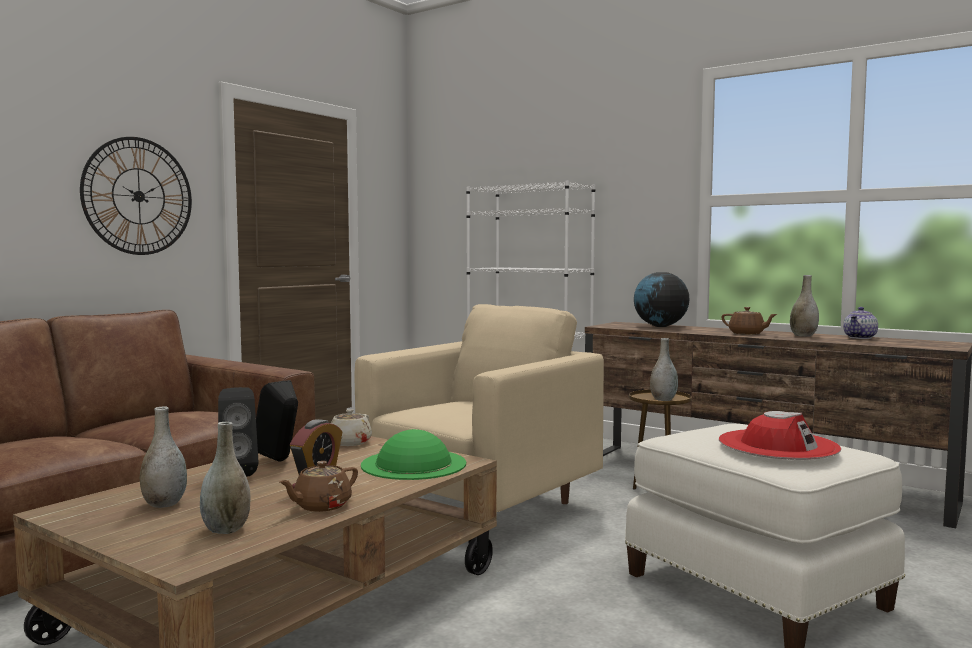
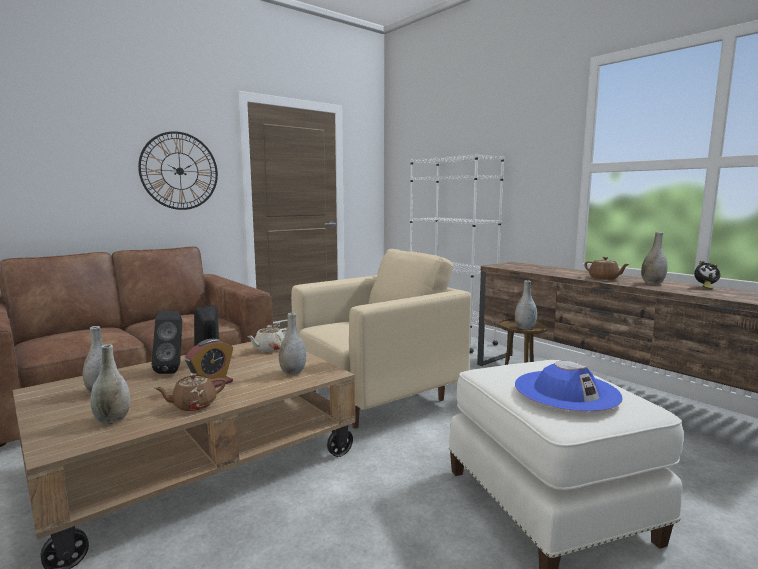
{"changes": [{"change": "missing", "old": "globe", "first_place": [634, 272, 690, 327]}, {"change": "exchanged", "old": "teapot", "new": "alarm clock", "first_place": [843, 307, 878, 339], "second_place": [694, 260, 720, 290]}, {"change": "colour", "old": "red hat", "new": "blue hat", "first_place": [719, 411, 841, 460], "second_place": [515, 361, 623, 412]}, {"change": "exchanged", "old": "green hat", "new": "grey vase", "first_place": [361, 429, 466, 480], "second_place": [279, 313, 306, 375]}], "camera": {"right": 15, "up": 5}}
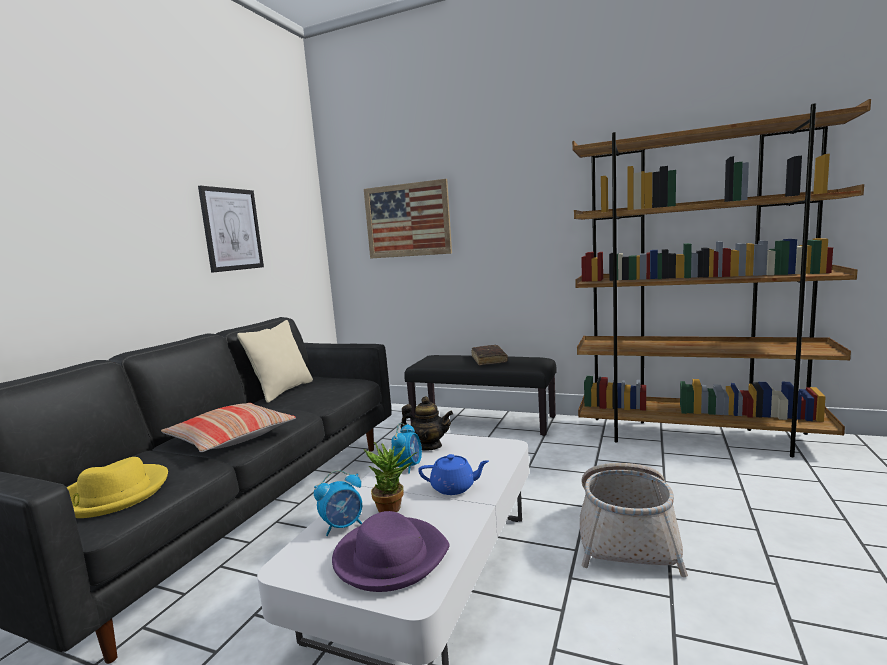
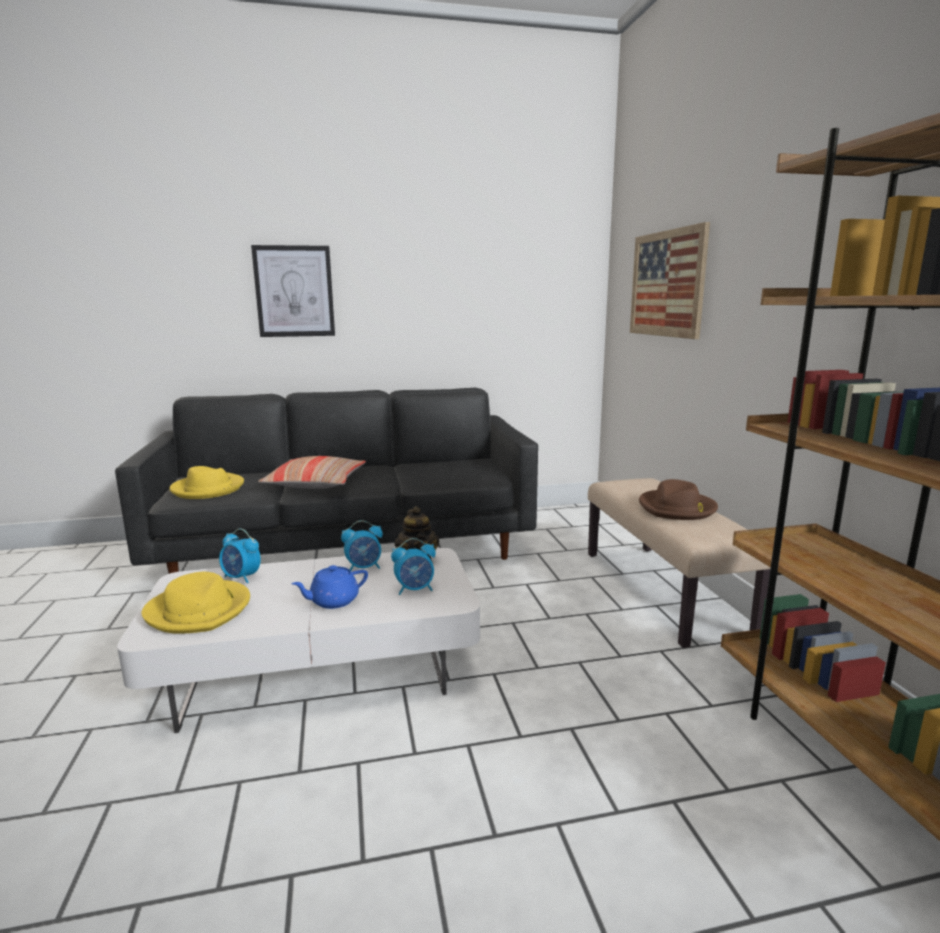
{"changes": [{"change": "relocated", "old": "picture", "first_place": [198, 186, 264, 273], "second_place": [251, 245, 335, 337]}, {"change": "missing", "old": "beige pillow", "first_place": [237, 320, 313, 403]}, {"change": "exchanged", "old": "brown book", "new": "brown hat", "first_place": [471, 345, 508, 365], "second_place": [639, 479, 718, 520]}, {"change": "colour", "old": "black bench", "new": "beige bench", "first_place": [404, 355, 557, 436], "second_place": [588, 478, 771, 648]}, {"change": "missing", "old": "potted plant", "first_place": [364, 442, 417, 513]}, {"change": "spun", "old": "blue teapot", "first_place": [418, 454, 489, 495], "second_place": [291, 565, 368, 609], "degrees": 90}, {"change": "missing", "old": "basket", "first_place": [580, 463, 688, 577]}, {"change": "colour", "old": "purple hat", "new": "yellow hat", "first_place": [332, 511, 450, 592], "second_place": [142, 572, 250, 634]}, {"change": "appeared", "new": "alarm clock", "second_place": [391, 538, 436, 595]}], "camera": {"right": 55, "up": 5}}
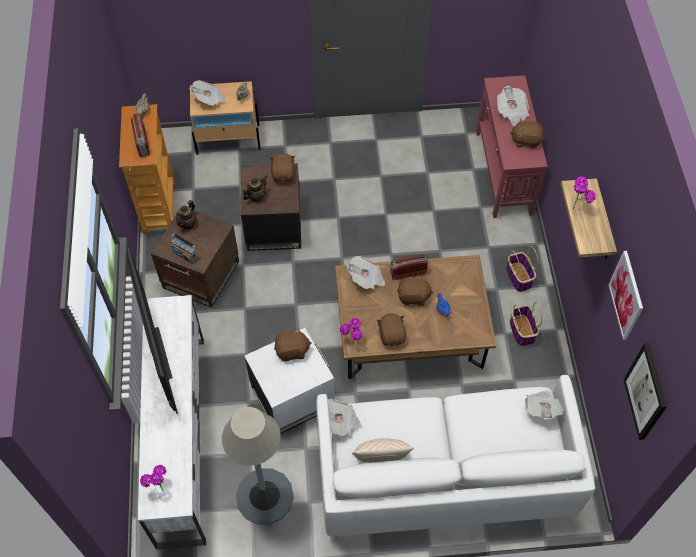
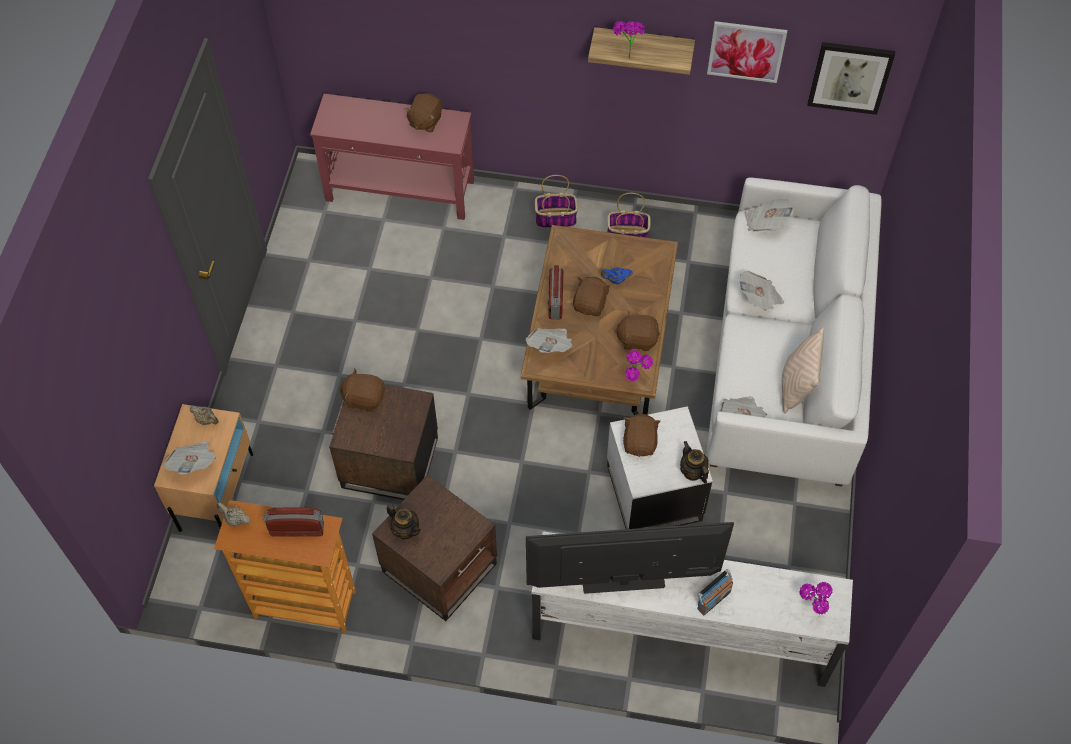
{"changes": [{"change": "relocated", "old": "newspaper", "first_place": [497, 86, 530, 126], "second_place": [737, 271, 784, 310]}, {"change": "relocated", "old": "teapot", "first_place": [243, 175, 267, 201], "second_place": [680, 441, 709, 484]}, {"change": "relocated", "old": "radio", "first_place": [171, 233, 197, 264], "second_place": [697, 569, 733, 615]}, {"change": "missing", "old": "grey floor lamp", "first_place": [222, 407, 294, 525]}], "camera": {"right": -75, "up": 0}}
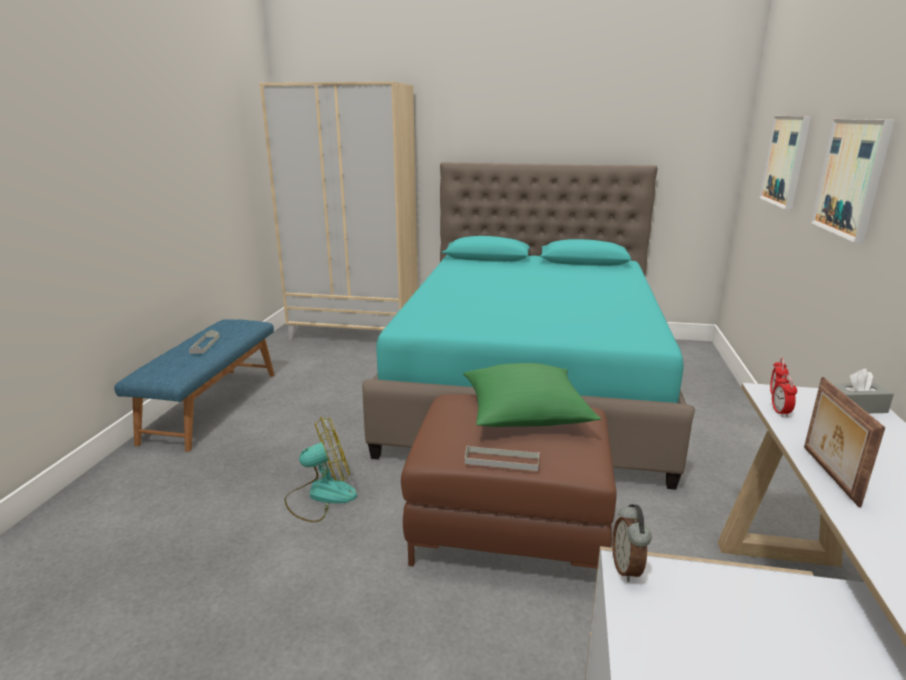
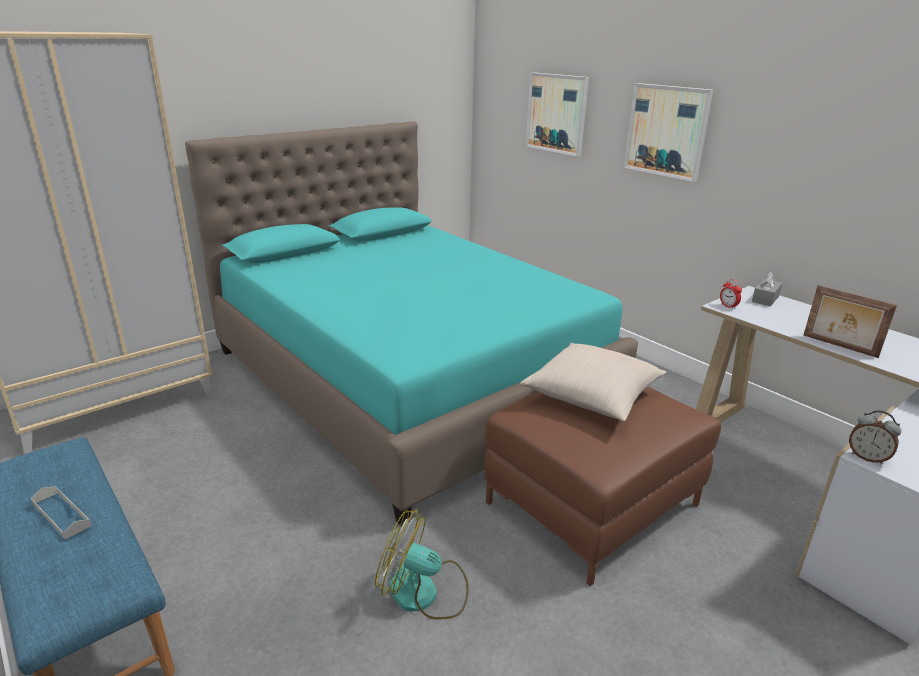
{"changes": [{"change": "colour", "old": "green pillow", "new": "beige pillow", "first_place": [463, 363, 601, 427], "second_place": [520, 343, 666, 421]}, {"change": "missing", "old": "alarm clock", "first_place": [772, 374, 797, 417]}, {"change": "spun", "old": "fan", "first_place": [284, 417, 357, 522], "second_place": [375, 509, 469, 620], "degrees": -90}, {"change": "missing", "old": "grey tray", "first_place": [465, 445, 539, 471]}], "camera": {"right": -50, "up": 5}}
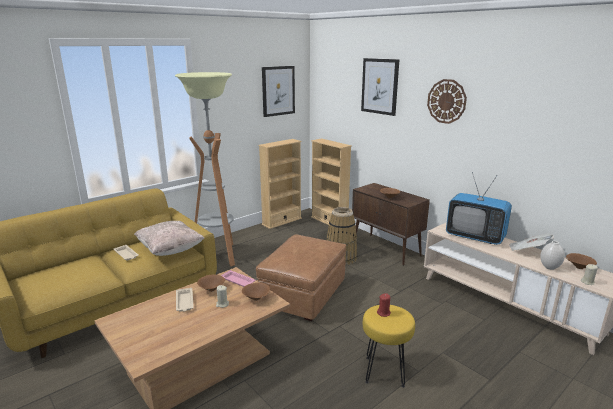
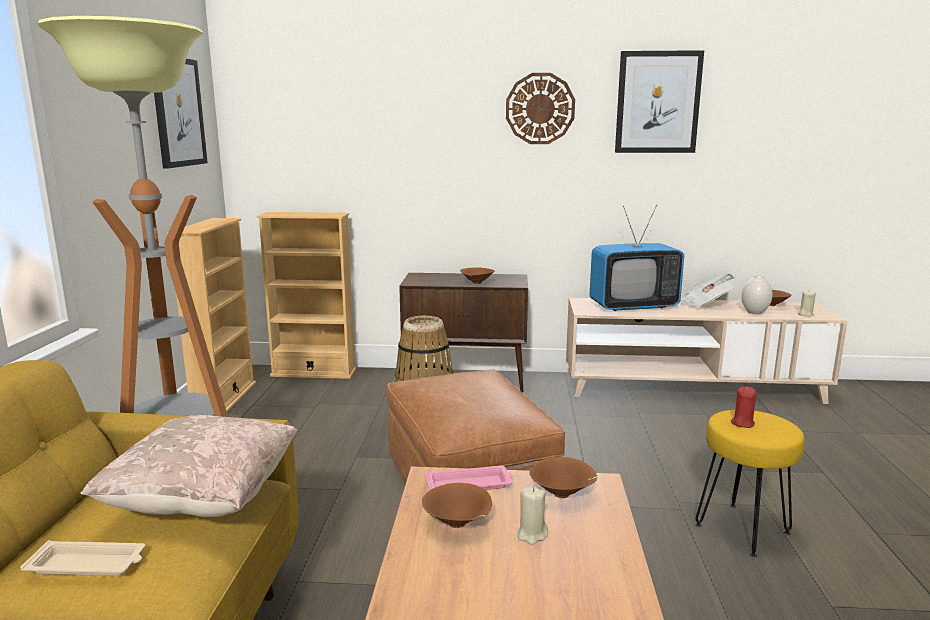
{"changes": [{"change": "relocated", "old": "picture", "first_place": [361, 58, 399, 116], "second_place": [615, 50, 704, 153]}, {"change": "missing", "old": "beige tray", "first_place": [176, 288, 194, 312]}], "camera": {"right": -45, "up": -5}}
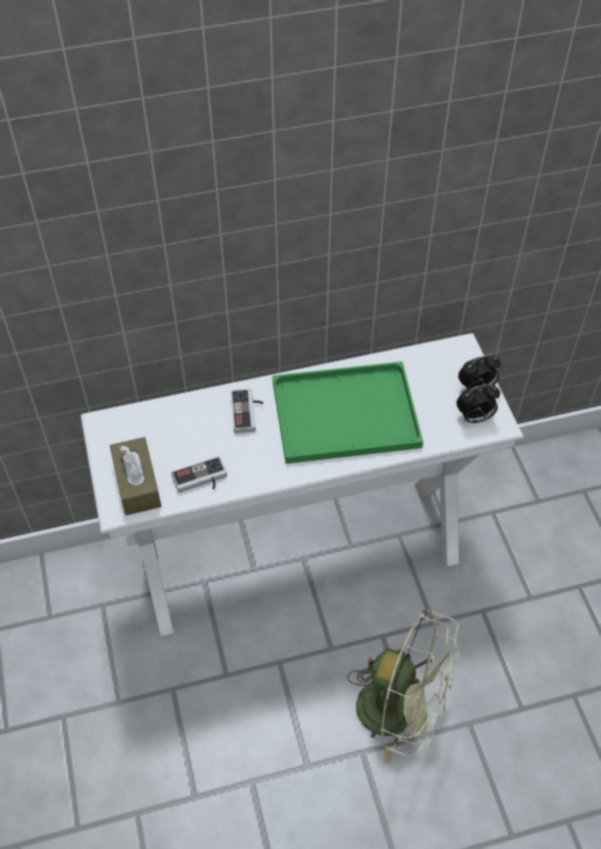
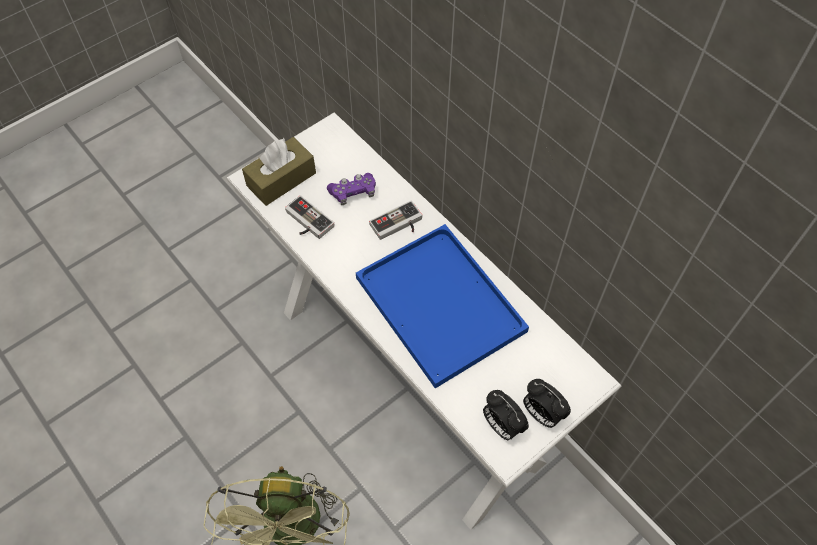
{"changes": [{"change": "colour", "old": "green tray", "new": "blue tray", "first_place": [273, 361, 423, 464], "second_place": [356, 224, 529, 388]}, {"change": "appeared", "new": "purple game controller", "second_place": [327, 173, 376, 205]}], "camera": {"right": 65, "up": 5}}
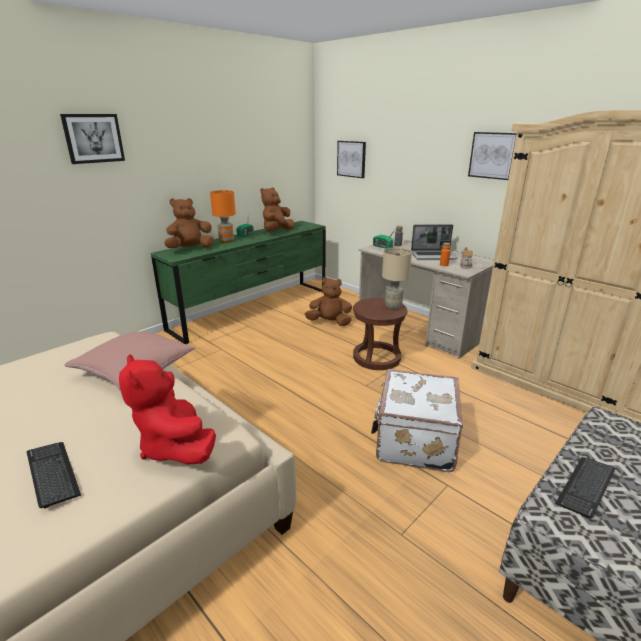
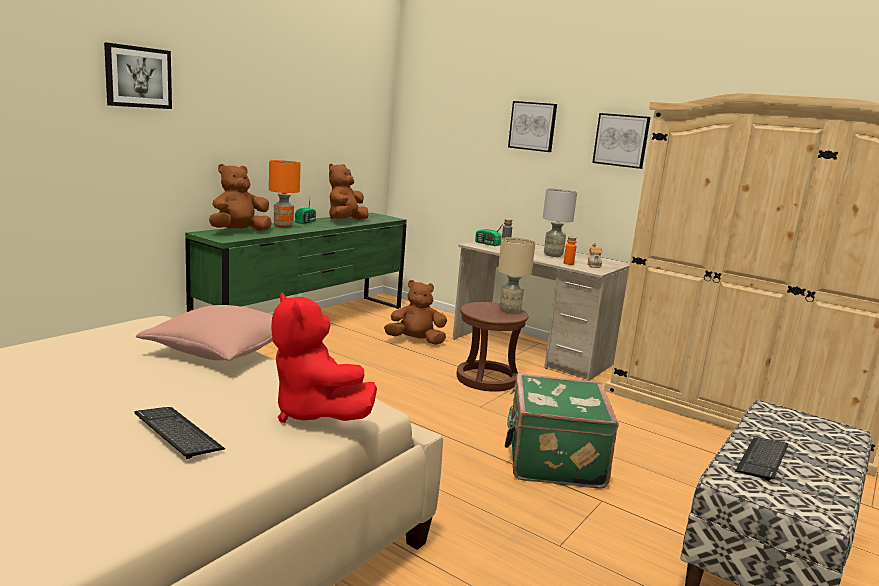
{"changes": [{"change": "relocated", "old": "picture", "first_place": [337, 141, 366, 178], "second_place": [508, 101, 557, 152]}, {"change": "exchanged", "old": "laptop", "new": "grey table lamp", "first_place": [411, 225, 457, 259], "second_place": [543, 188, 577, 257]}, {"change": "colour", "old": "white suitcase", "new": "green suitcase", "first_place": [371, 369, 463, 472], "second_place": [504, 373, 619, 489]}], "camera": {"right": -10, "up": -10}}
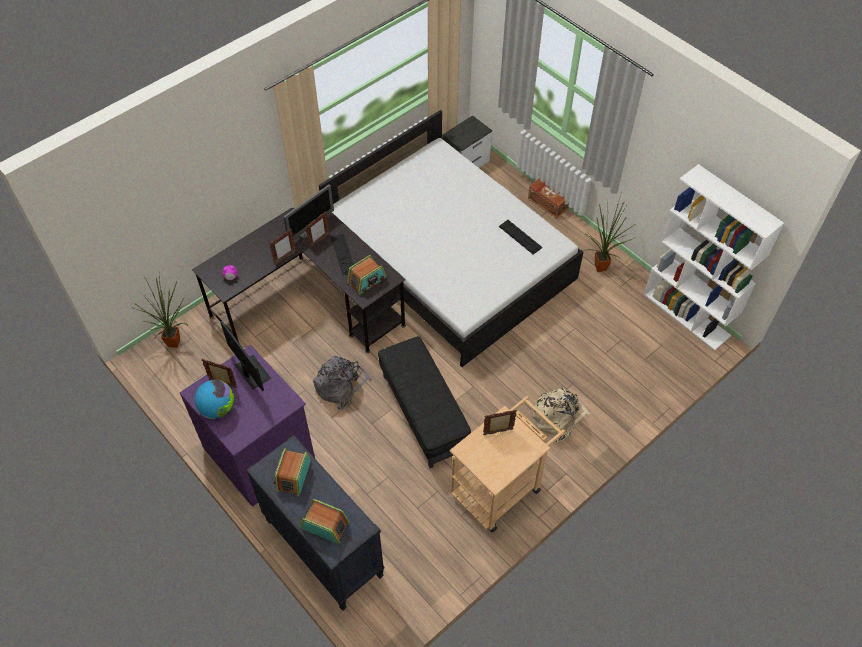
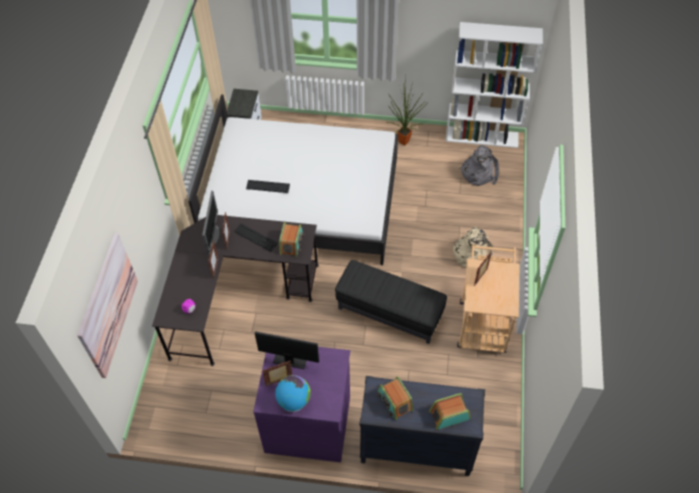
{"changes": [{"change": "missing", "old": "brown storage box", "first_place": [528, 177, 569, 219]}, {"change": "relocated", "old": "keyboard", "first_place": [499, 220, 542, 254], "second_place": [246, 180, 290, 193]}, {"change": "missing", "old": "potted plant", "first_place": [132, 270, 189, 348]}, {"change": "relocated", "old": "grey backpack", "first_place": [313, 356, 373, 410], "second_place": [459, 145, 499, 186]}, {"change": "appeared", "new": "picture", "second_place": [77, 233, 138, 378]}], "camera": {"right": -40, "up": 0}}
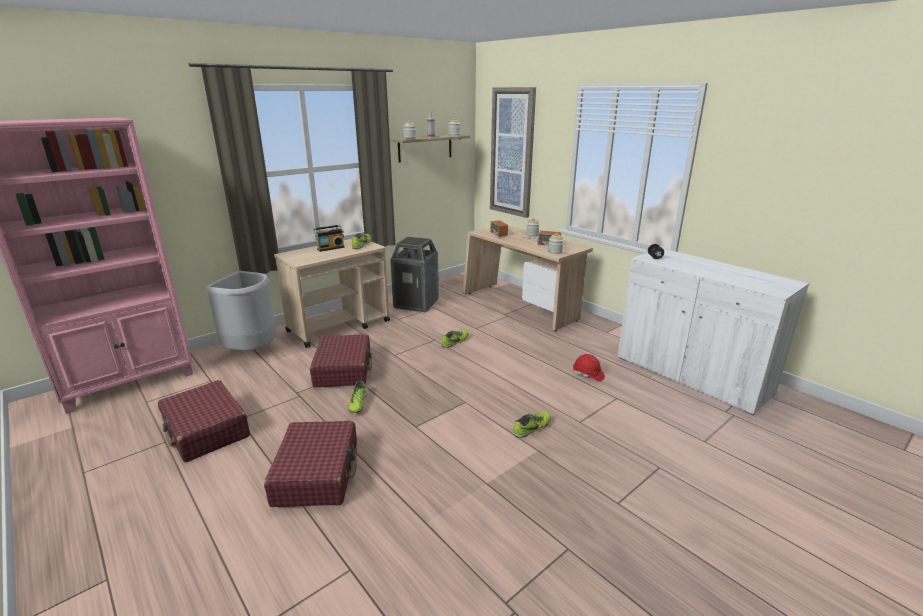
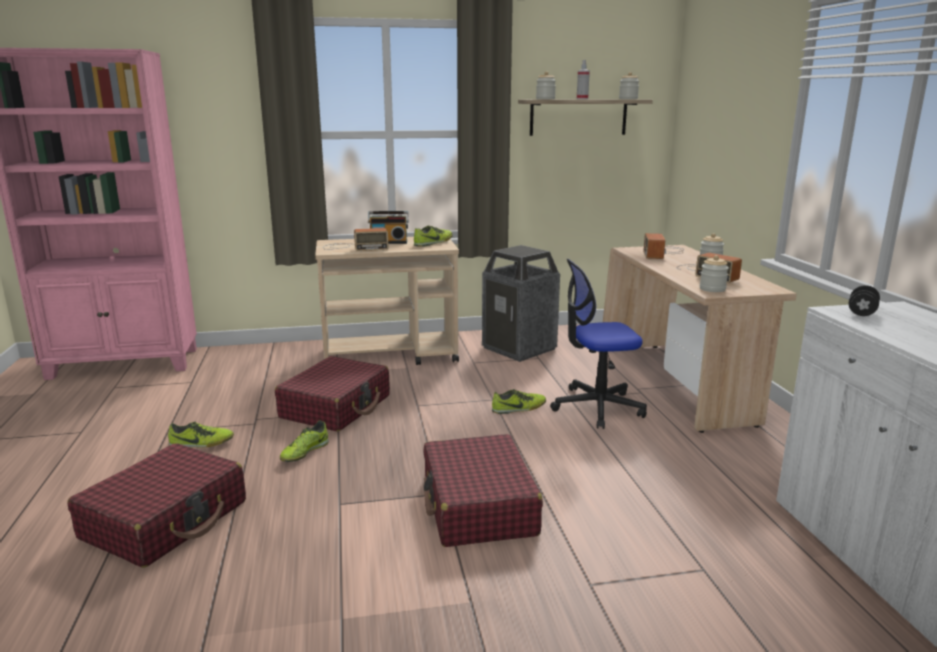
{"changes": [{"change": "missing", "old": "picture", "first_place": [490, 87, 536, 218]}, {"change": "missing", "old": "grey trash can", "first_place": [205, 271, 276, 351]}, {"change": "missing", "old": "red hard hat", "first_place": [573, 354, 605, 382]}, {"change": "relocated", "old": "red suitcase", "first_place": [158, 380, 250, 462], "second_place": [424, 434, 543, 547]}, {"change": "relocated", "old": "shoe", "first_place": [513, 412, 551, 438], "second_place": [168, 422, 234, 448]}, {"change": "appeared", "new": "radio", "second_place": [323, 228, 388, 251]}, {"change": "appeared", "new": "office chair", "second_place": [550, 259, 647, 429]}], "camera": {"right": 30, "up": -5}}
